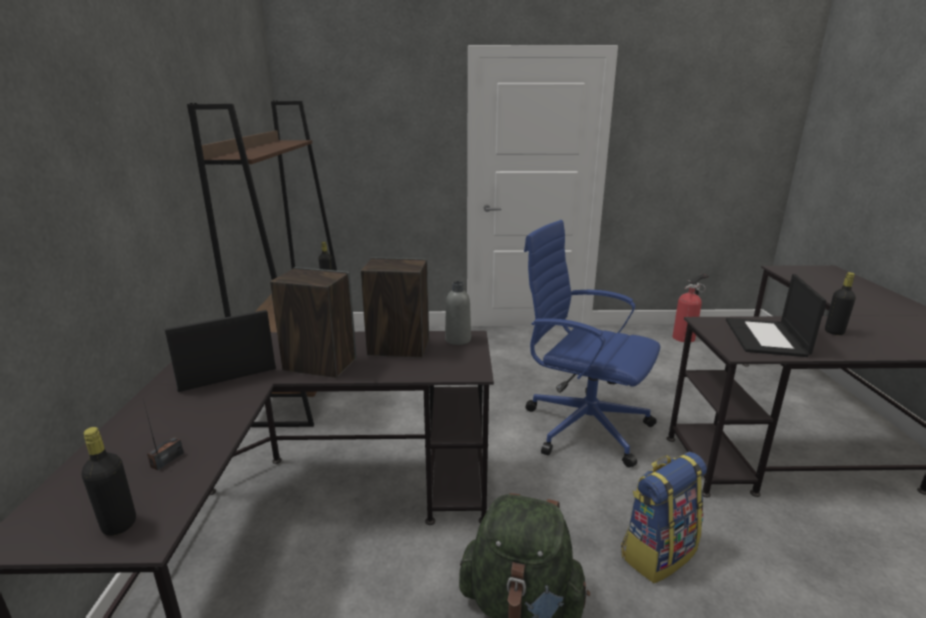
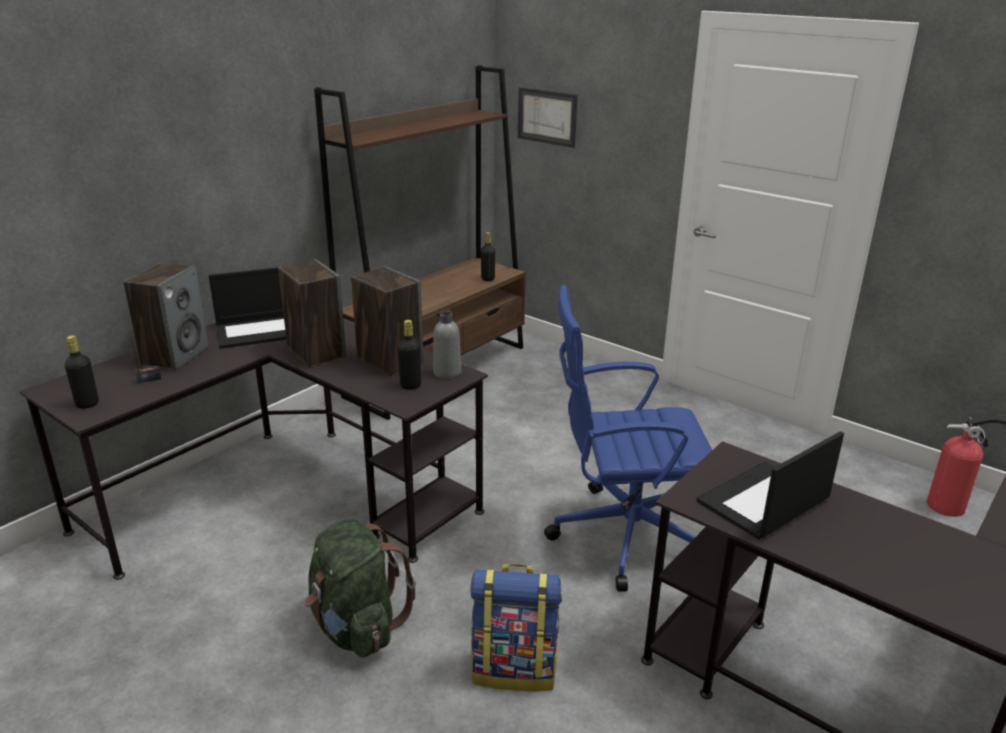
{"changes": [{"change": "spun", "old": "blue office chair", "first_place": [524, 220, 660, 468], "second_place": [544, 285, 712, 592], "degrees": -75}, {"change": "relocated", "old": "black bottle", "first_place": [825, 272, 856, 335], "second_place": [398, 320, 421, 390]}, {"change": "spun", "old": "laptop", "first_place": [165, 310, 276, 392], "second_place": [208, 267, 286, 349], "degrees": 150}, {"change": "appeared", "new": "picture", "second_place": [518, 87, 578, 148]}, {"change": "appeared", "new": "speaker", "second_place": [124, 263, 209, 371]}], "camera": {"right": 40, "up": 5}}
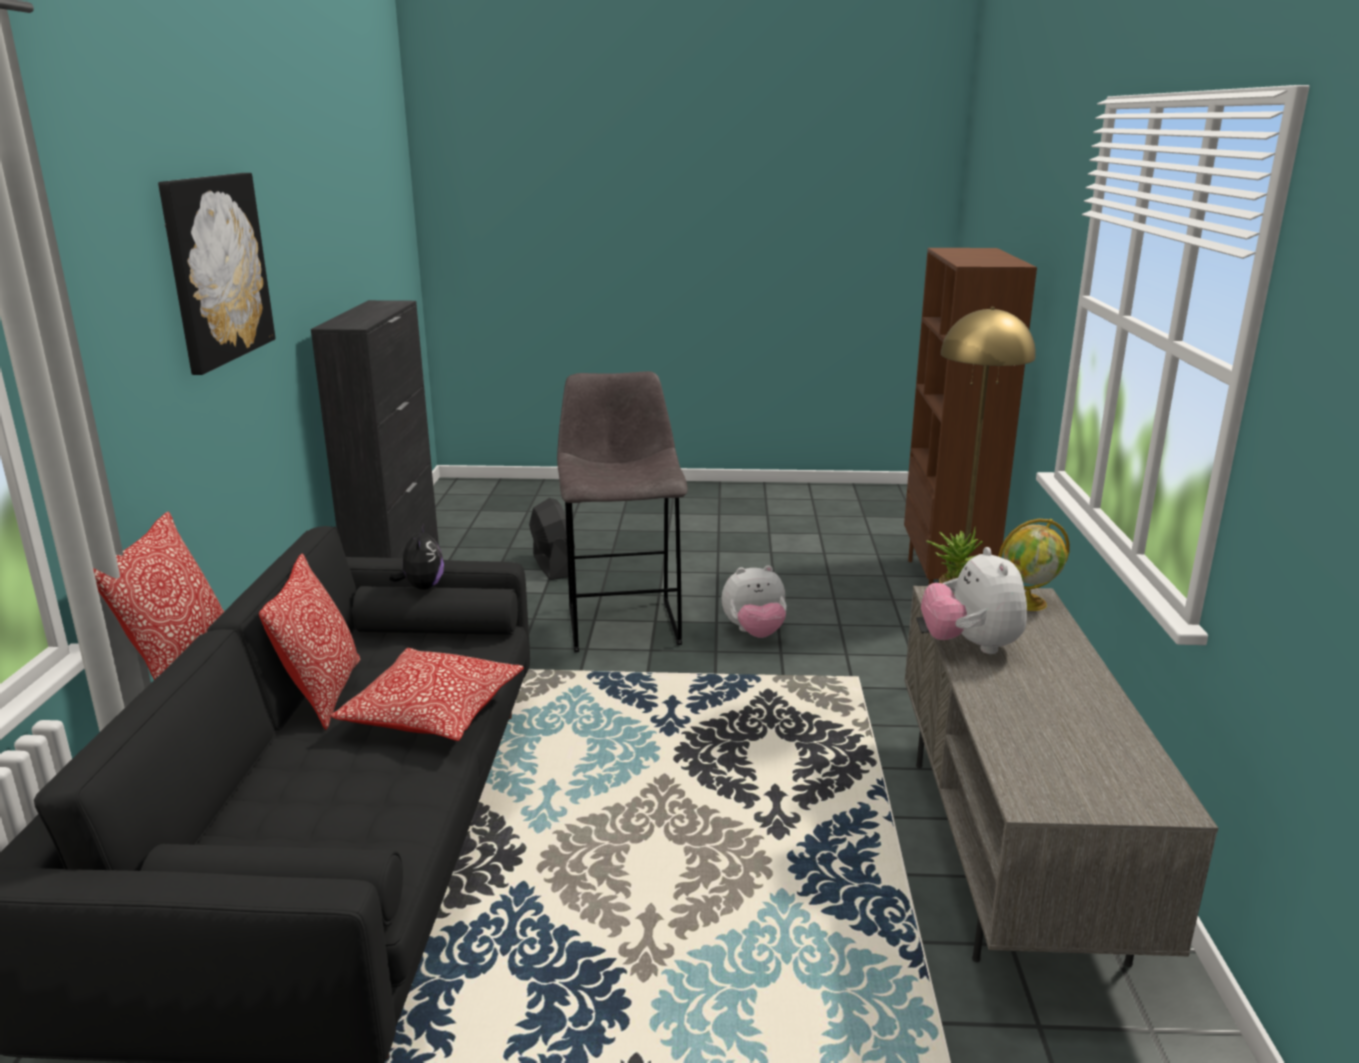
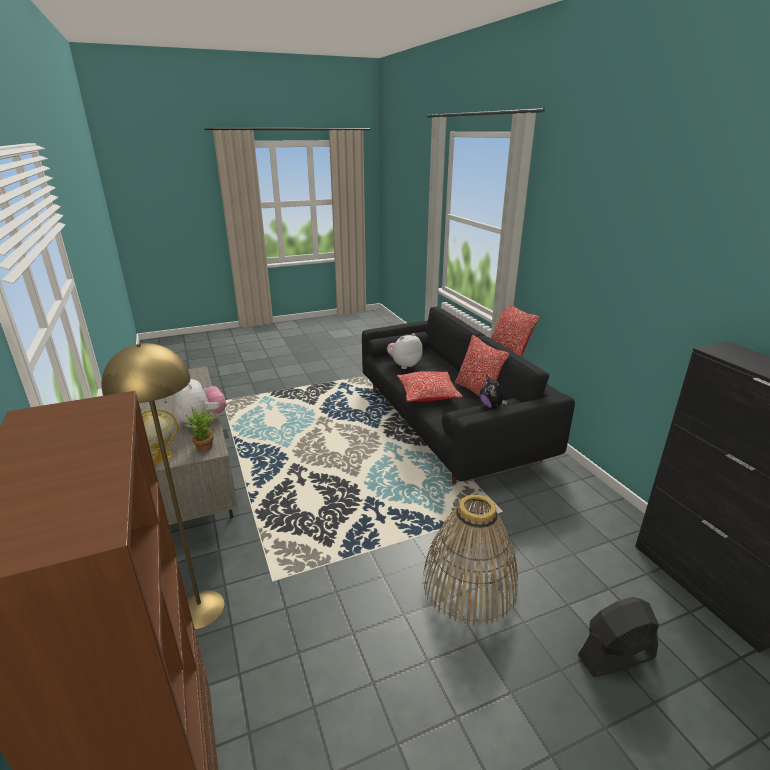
{"changes": [{"change": "missing", "old": "picture", "first_place": [158, 173, 276, 375]}, {"change": "exchanged", "old": "grey stool", "new": "basket", "first_place": [557, 371, 688, 653], "second_place": [422, 494, 518, 625]}, {"change": "spun", "old": "black fan", "first_place": [529, 498, 575, 580], "second_place": [578, 597, 659, 677], "degrees": 120}, {"change": "relocated", "old": "plush toy", "first_place": [722, 565, 787, 638], "second_place": [387, 333, 423, 369]}], "camera": {"right": 155, "up": 5}}
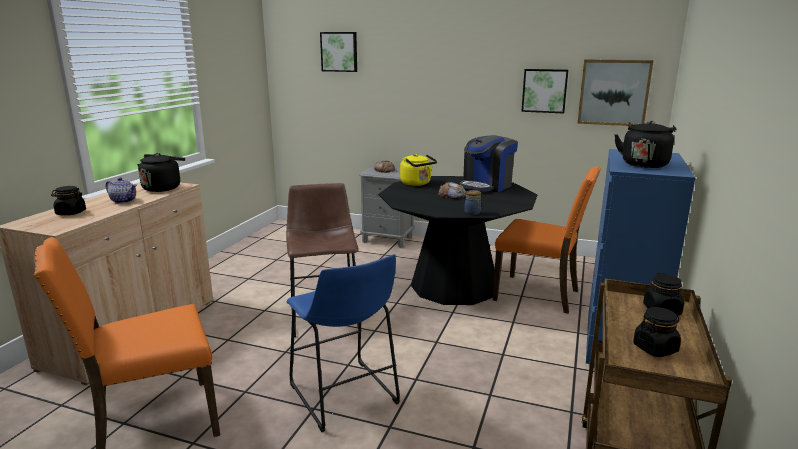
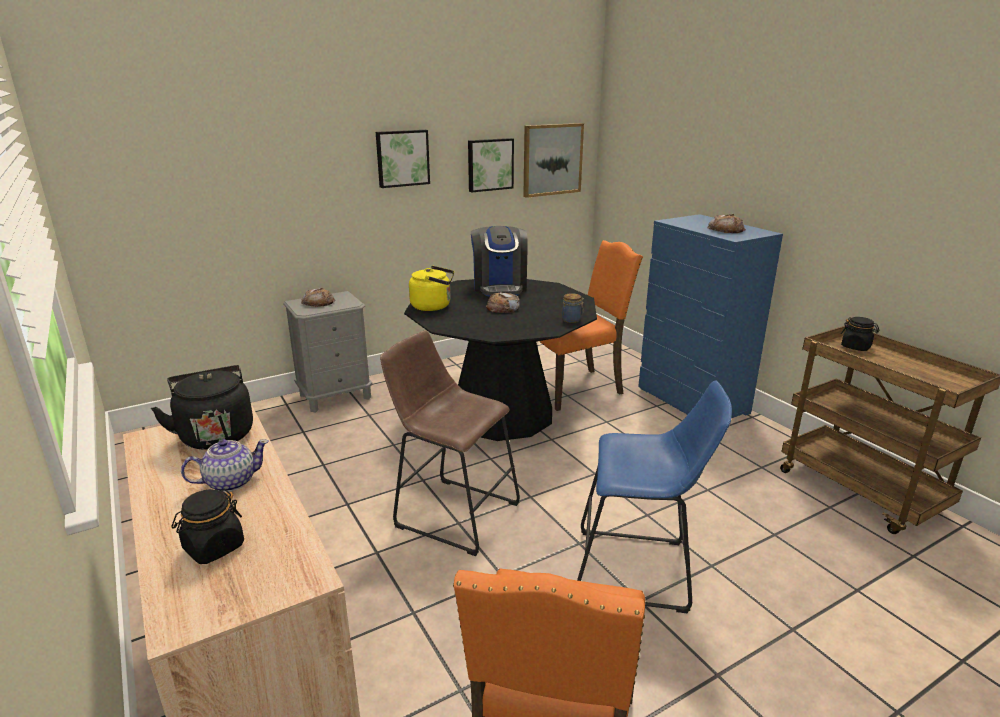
{"changes": [{"change": "relocated", "old": "picture", "first_place": [320, 32, 357, 72], "second_place": [376, 130, 430, 188]}, {"change": "exchanged", "old": "black kettle", "new": "bread", "first_place": [614, 121, 676, 168], "second_place": [707, 214, 746, 233]}, {"change": "missing", "old": "black jar", "first_place": [633, 307, 681, 357]}], "camera": {"right": -50, "up": 5}}
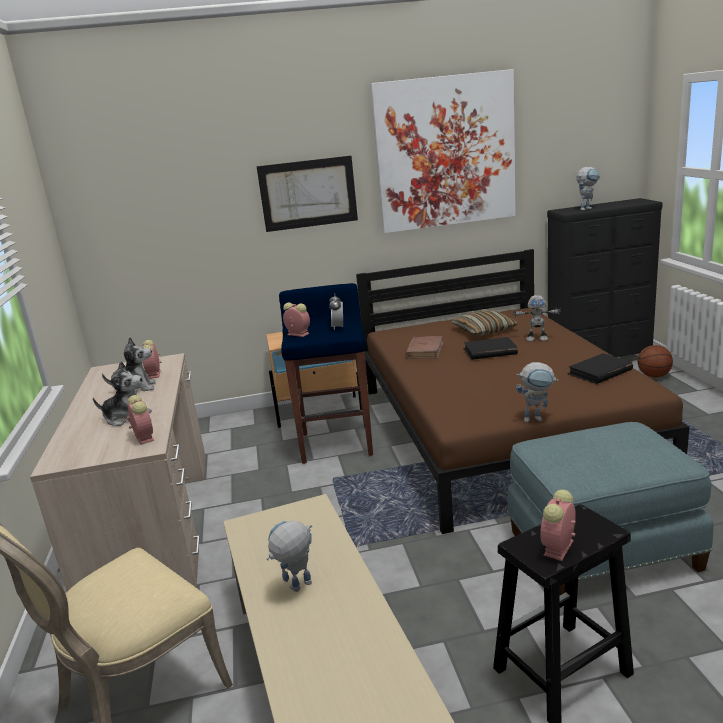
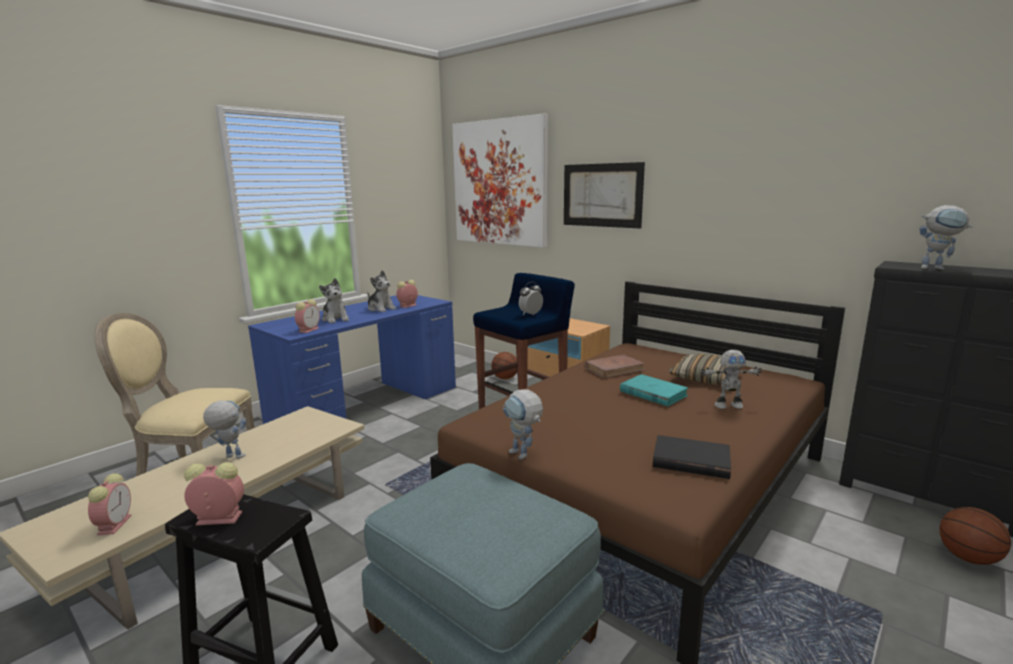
{"changes": [{"change": "relocated", "old": "picture", "first_place": [370, 69, 516, 233], "second_place": [452, 114, 548, 247]}, {"change": "spun", "old": "toy robot", "first_place": [513, 295, 561, 341], "second_place": [701, 350, 762, 409], "degrees": -60}, {"change": "relocated", "old": "alarm clock", "first_place": [283, 302, 310, 337], "second_place": [88, 473, 132, 535]}, {"change": "colour", "old": "black book", "new": "turquoise book", "first_place": [463, 337, 518, 360], "second_place": [620, 374, 688, 406]}, {"change": "colour", "old": "beige desk", "new": "blue desk", "first_place": [30, 353, 205, 591], "second_place": [248, 295, 456, 424]}, {"change": "appeared", "new": "basketball", "second_place": [491, 352, 517, 379]}], "camera": {"right": 50, "up": -5}}
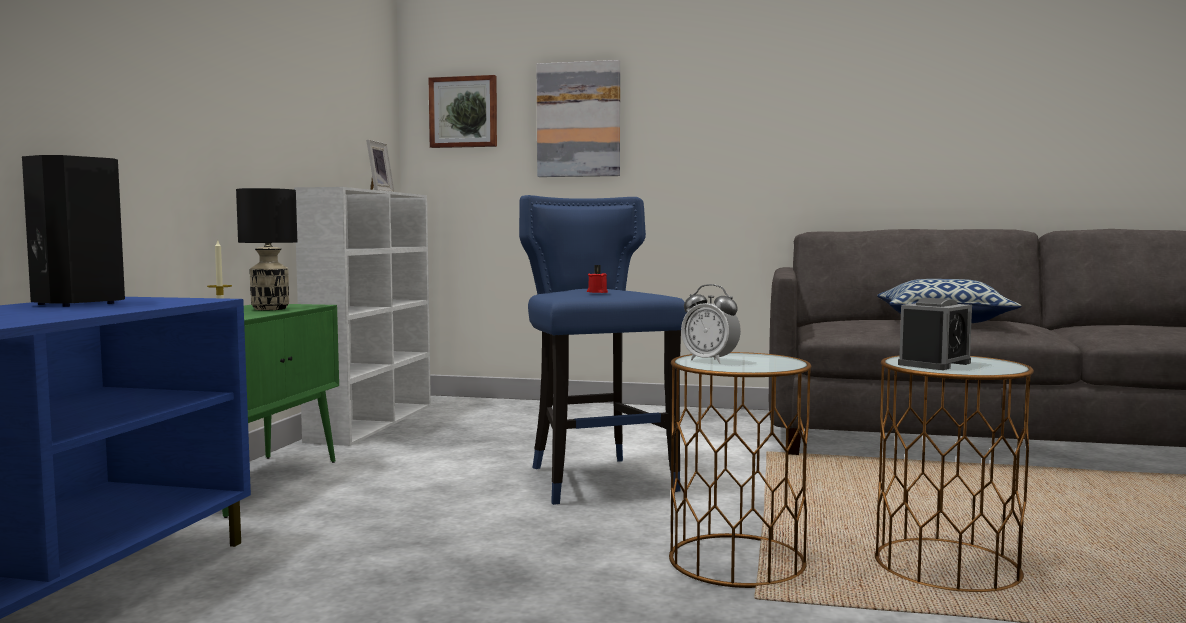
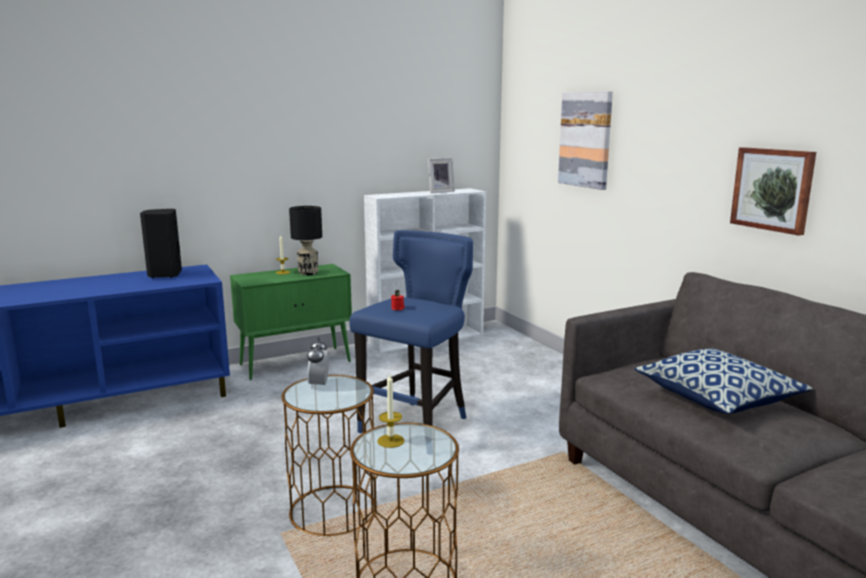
{"changes": [{"change": "relocated", "old": "picture", "first_place": [429, 75, 497, 148], "second_place": [730, 147, 816, 236]}, {"change": "exchanged", "old": "alarm clock", "new": "candle", "first_place": [898, 298, 972, 370], "second_place": [378, 374, 404, 448]}], "camera": {"right": 50, "up": 10}}
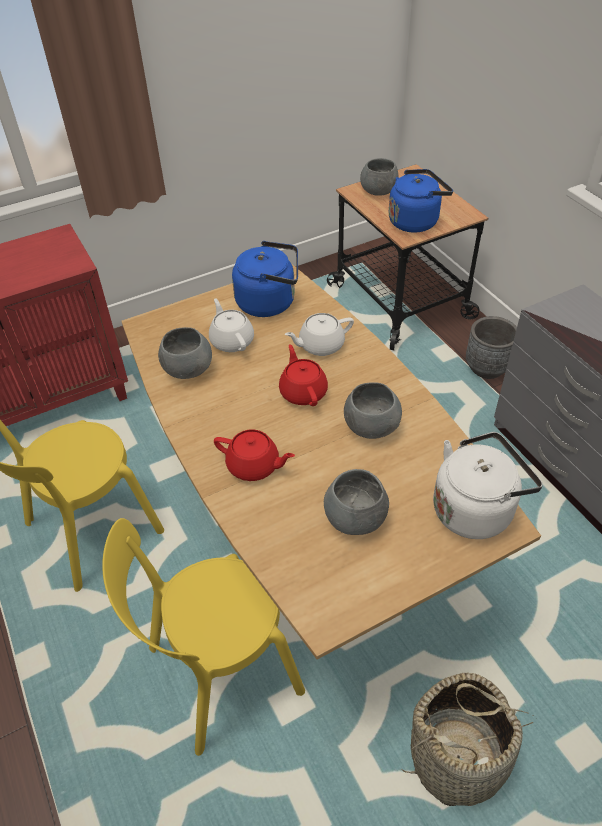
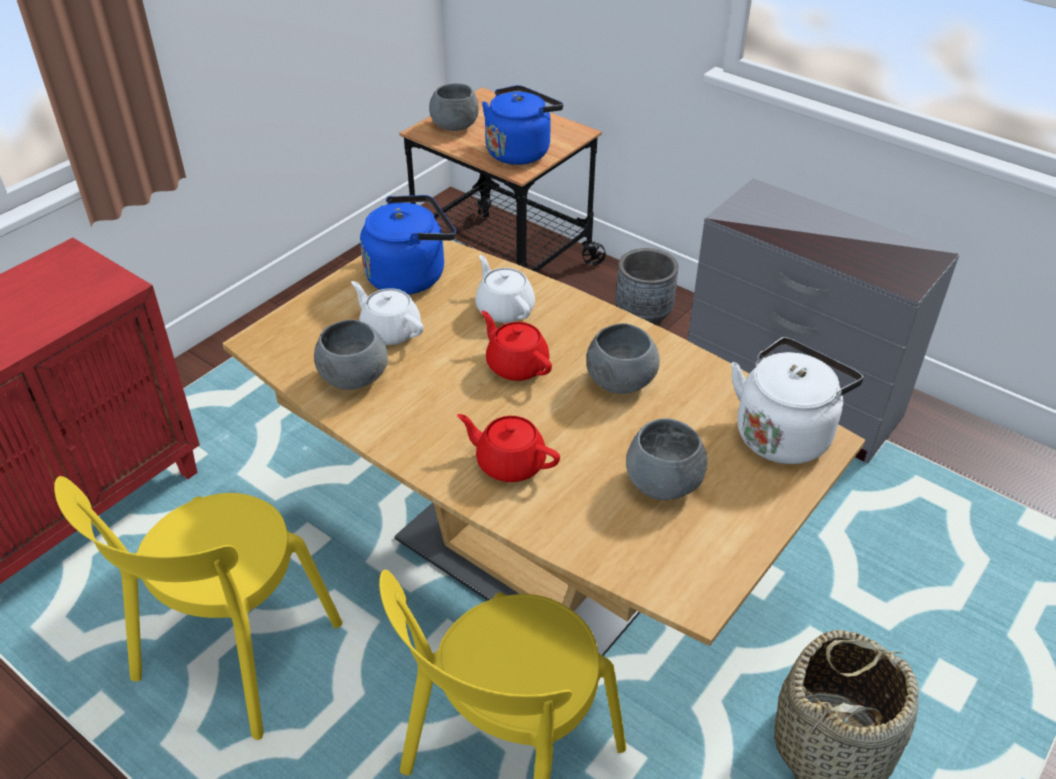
{"changes": [{"change": "spun", "old": "white teapot", "first_place": [285, 313, 354, 356], "second_place": [475, 255, 535, 323], "degrees": 105}, {"change": "spun", "old": "red teapot", "first_place": [214, 429, 295, 481], "second_place": [457, 414, 560, 482], "degrees": -150}], "camera": {"right": -25, "up": -5}}
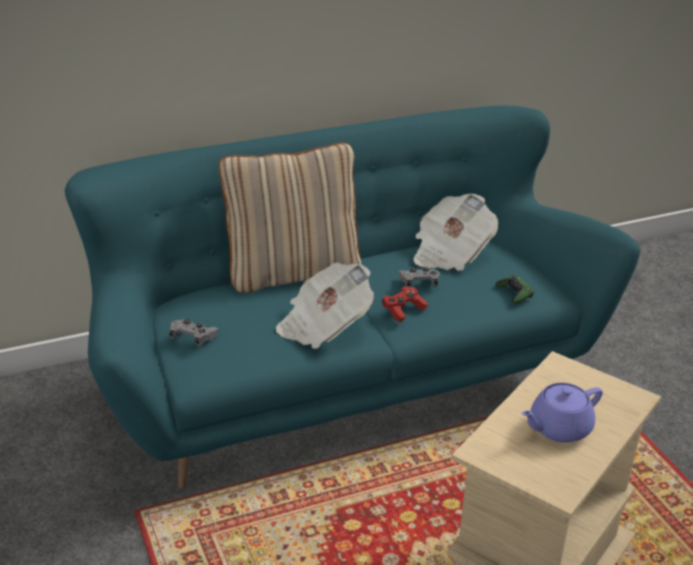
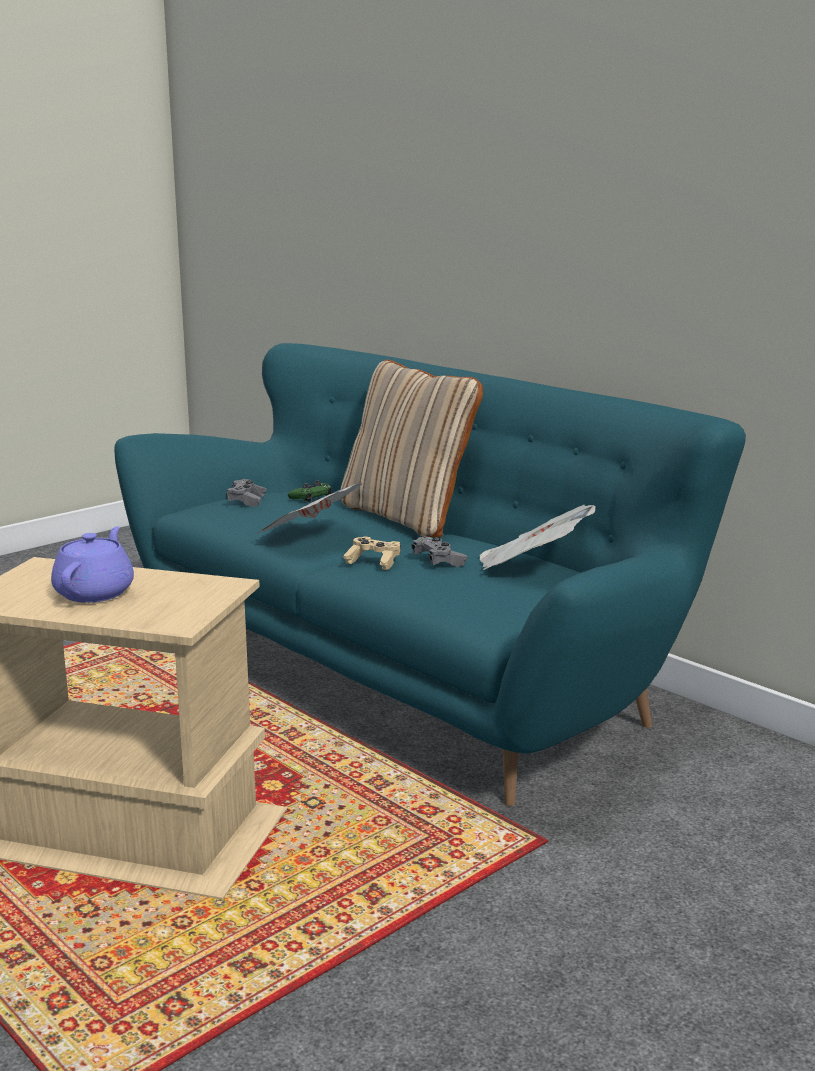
{"changes": [{"change": "relocated", "old": "green game controller", "first_place": [495, 275, 534, 304], "second_place": [288, 480, 332, 503]}, {"change": "colour", "old": "red game controller", "new": "beige game controller", "first_place": [382, 286, 428, 322], "second_place": [343, 536, 401, 570]}, {"change": "spun", "old": "purple teapot", "first_place": [521, 383, 603, 443], "second_place": [51, 526, 134, 603], "degrees": 60}], "camera": {"right": 70, "up": -15}}
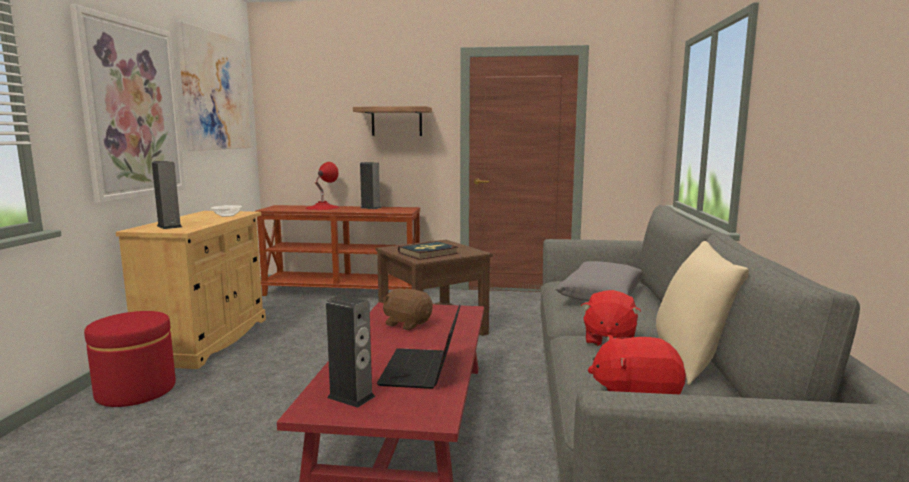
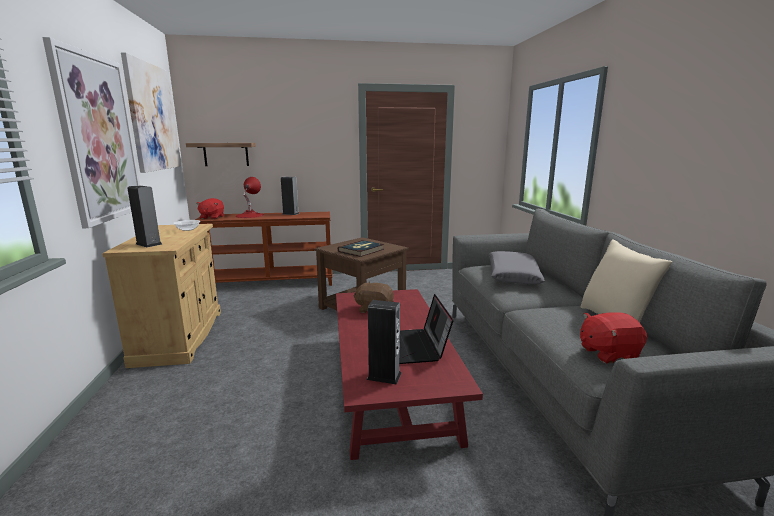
{"changes": [{"change": "relocated", "old": "shelf", "first_place": [353, 106, 432, 136], "second_place": [186, 143, 256, 166]}, {"change": "relocated", "old": "red plush toy", "first_place": [581, 290, 641, 346], "second_place": [196, 198, 224, 219]}, {"change": "missing", "old": "red ottoman", "first_place": [84, 311, 176, 407]}], "camera": {"right": -15, "up": 5}}
